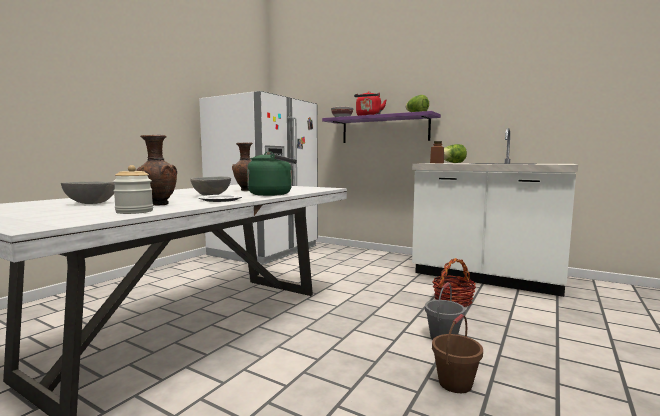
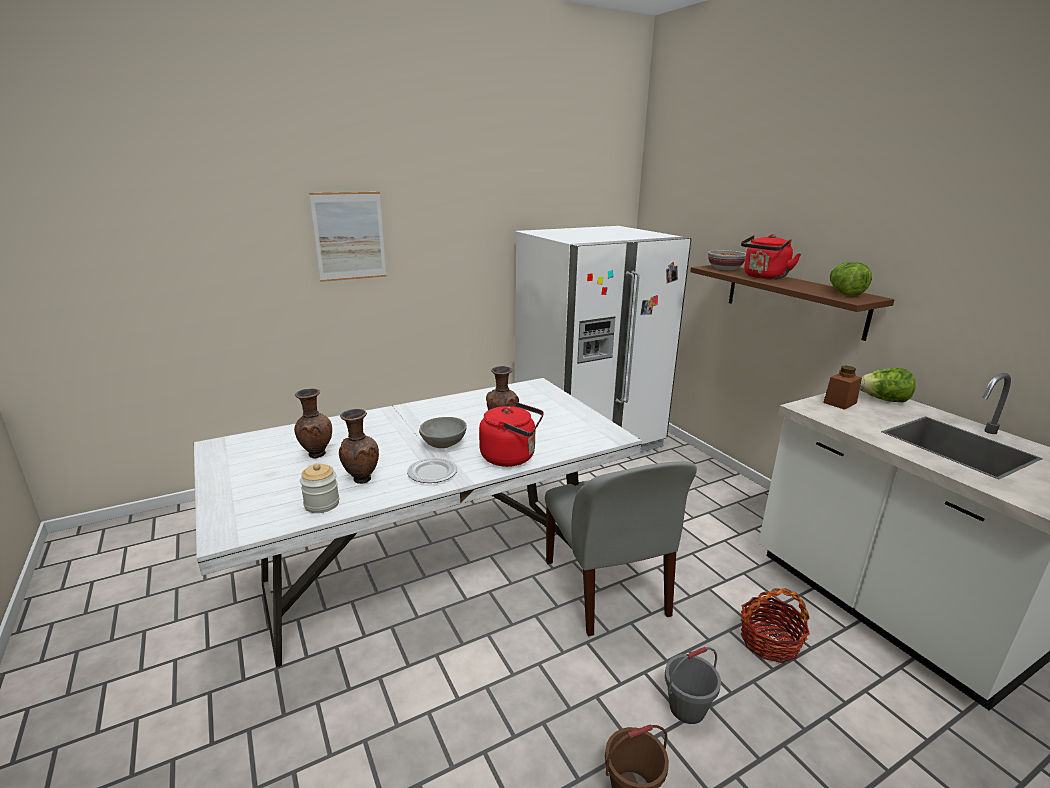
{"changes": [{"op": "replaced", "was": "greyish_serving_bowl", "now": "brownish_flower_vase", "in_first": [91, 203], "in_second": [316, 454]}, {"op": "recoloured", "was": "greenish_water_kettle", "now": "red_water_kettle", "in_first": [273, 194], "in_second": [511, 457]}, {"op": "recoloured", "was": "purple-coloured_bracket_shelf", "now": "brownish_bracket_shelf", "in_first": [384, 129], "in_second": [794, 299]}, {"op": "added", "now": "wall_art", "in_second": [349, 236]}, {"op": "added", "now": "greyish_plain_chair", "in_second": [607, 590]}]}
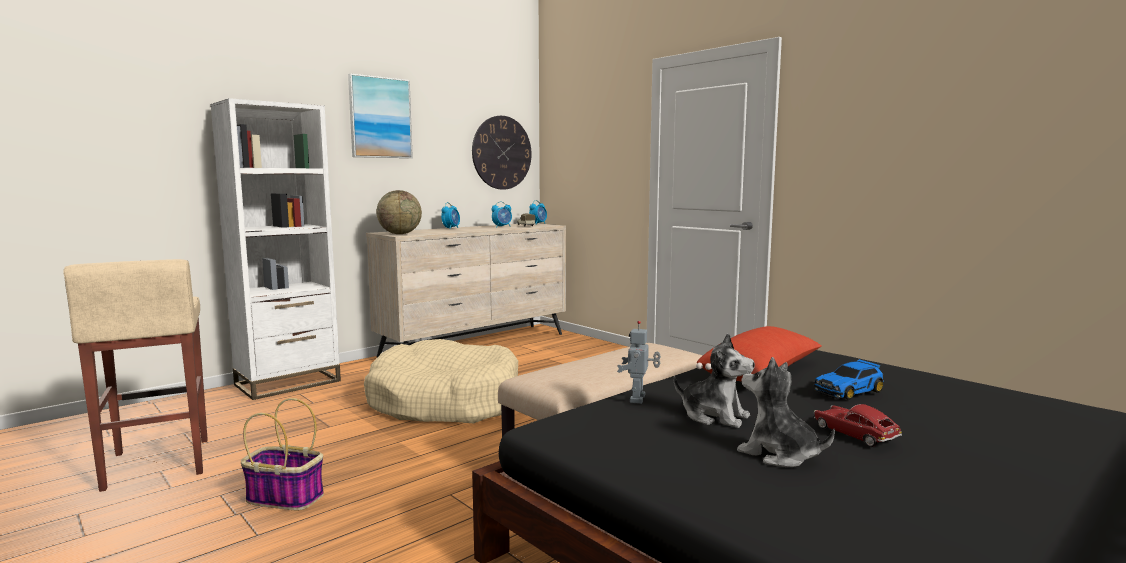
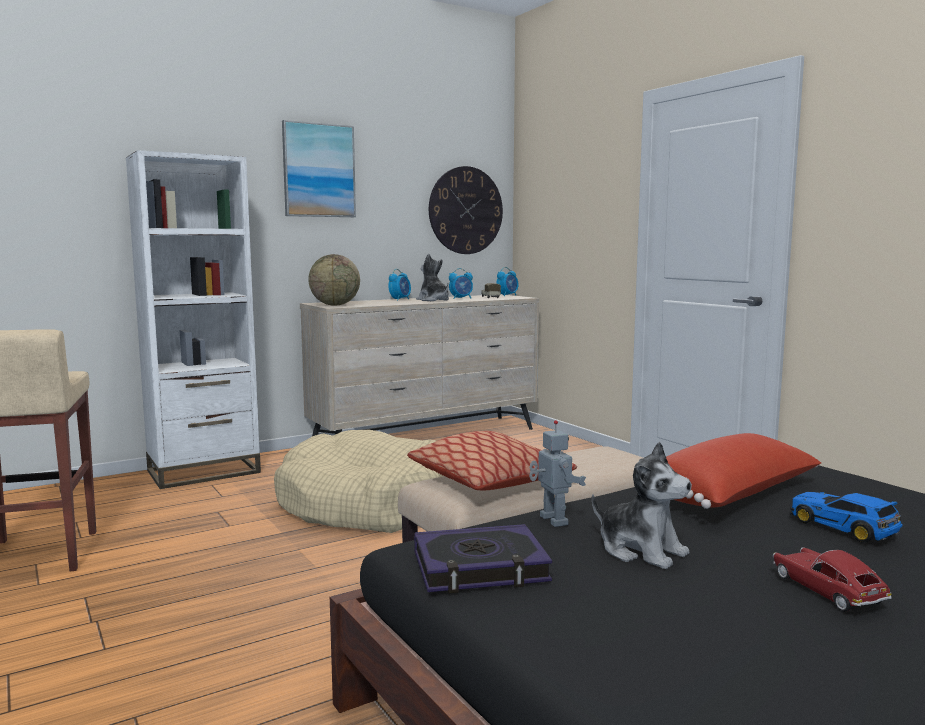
{"changes": [{"op": "removed", "was": "storage_basket", "in_first": [283, 498]}, {"op": "turned", "was": "robot_figure", "in_first": [639, 399], "in_second": [552, 520], "clockwise": 135}, {"op": "moved", "was": "cuddly_toy", "in_first": [778, 454], "in_second": [433, 300]}, {"op": "turned", "was": "toy_car", "in_first": [849, 391], "in_second": [844, 527], "clockwise": 75}, {"op": "added", "now": "cushion", "in_second": [490, 481]}, {"op": "added", "now": "bound_book", "in_second": [480, 568]}]}
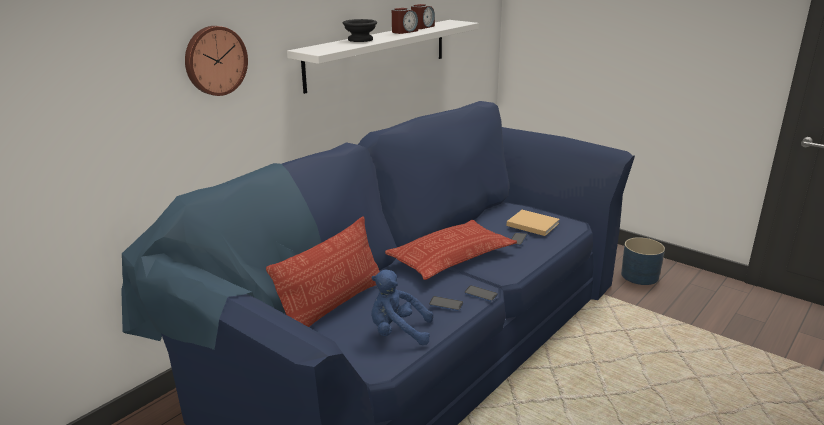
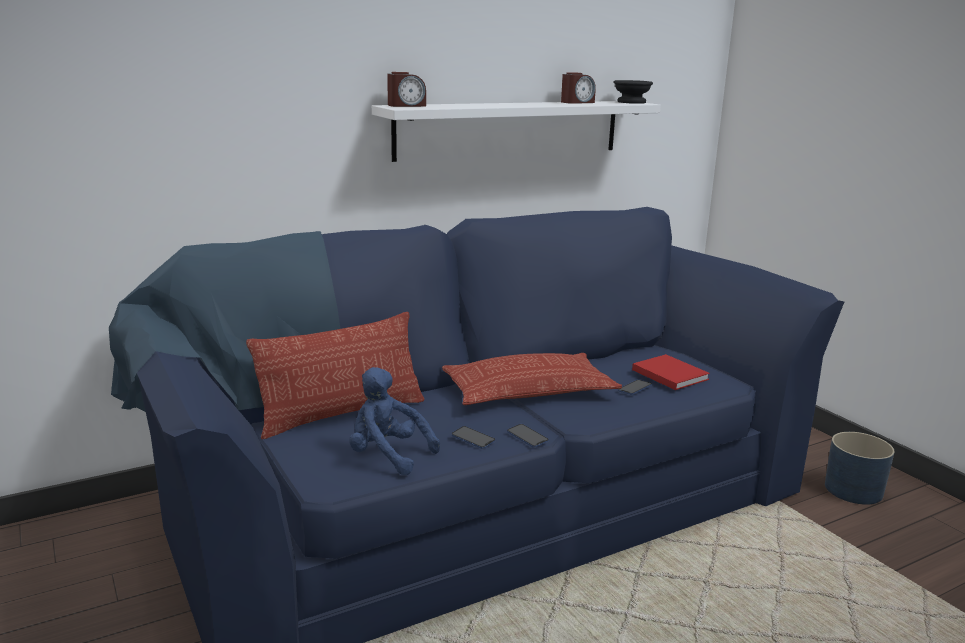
{"changes": [{"op": "removed", "was": "hanging_clock", "in_first": [214, 60]}, {"op": "moved", "was": "blackish_serving_bowl", "in_first": [359, 40], "in_second": [630, 102]}, {"op": "moved", "was": "bedside_clock", "in_first": [404, 31], "in_second": [406, 105]}, {"op": "recoloured", "was": "sand-coloured_bound_book", "now": "red_bound_book", "in_first": [531, 224], "in_second": [668, 374]}]}
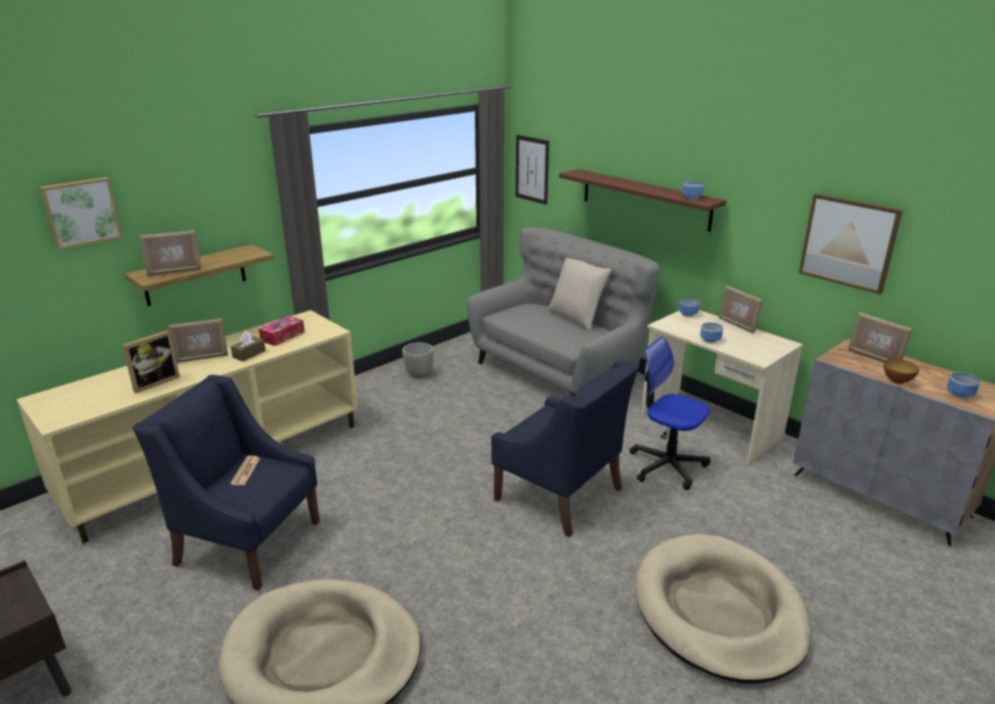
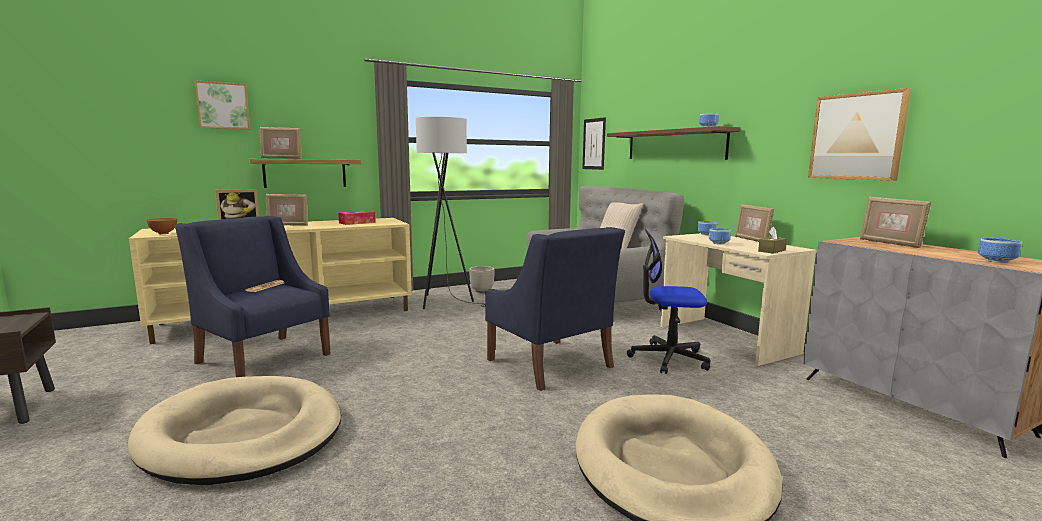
{"changes": [{"op": "moved", "was": "brownish_box_of_tissues", "in_first": [249, 354], "in_second": [772, 251]}, {"op": "turned", "was": "desk_chair", "in_first": [667, 465], "in_second": [668, 358], "clockwise": -45}, {"op": "moved", "was": "serving_bowl", "in_first": [897, 381], "in_second": [163, 233]}, {"op": "added", "now": "greyish_floor_lamp", "in_second": [446, 302]}]}
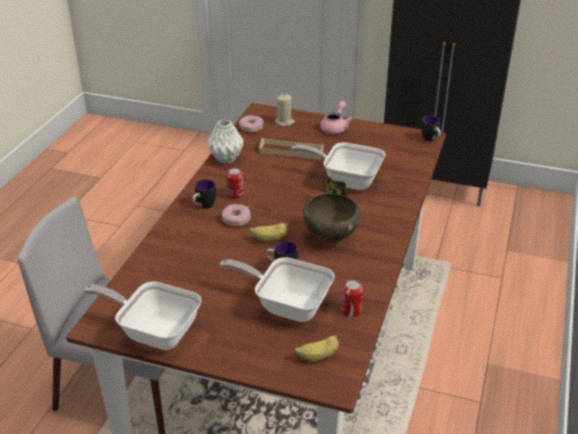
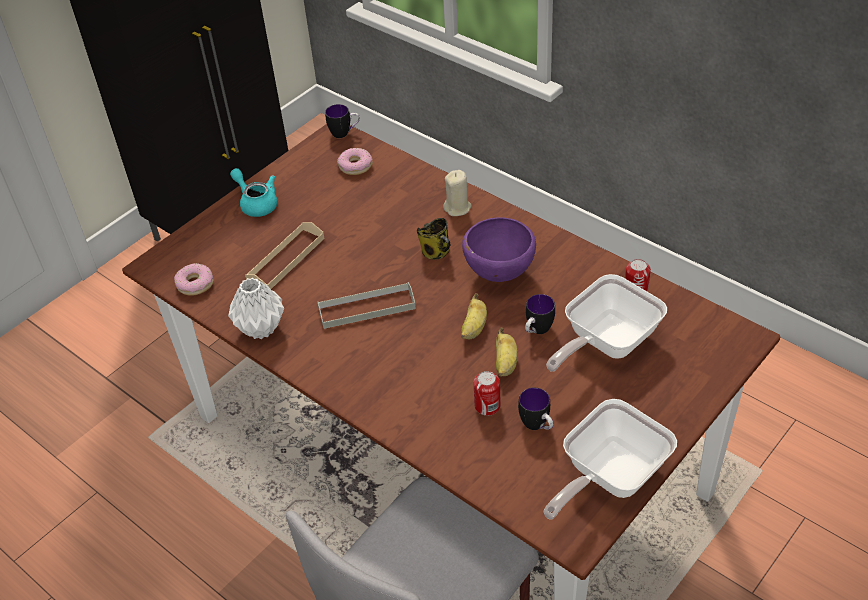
{"changes": [{"op": "moved", "was": "mug", "in_first": [203, 207], "in_second": [537, 426]}, {"op": "moved", "was": "doughnut", "in_first": [236, 219], "in_second": [355, 166]}, {"op": "moved", "was": "sealed_can", "in_first": [235, 195], "in_second": [487, 406]}, {"op": "moved", "was": "sand-coloured_wax_candle", "in_first": [284, 122], "in_second": [457, 208]}, {"op": "removed", "was": "frying_pan", "in_first": [346, 180]}, {"op": "moved", "was": "banana", "in_first": [318, 357], "in_second": [505, 364]}, {"op": "recoloured", "was": "brownish_serving_bowl", "now": "purple-coloured_serving_bowl", "in_first": [330, 238], "in_second": [498, 275]}, {"op": "recoloured", "was": "pink_tea_pot", "now": "turquoise_tea_pot", "in_first": [335, 127], "in_second": [256, 203]}, {"op": "added", "now": "greyish_serving_tray", "in_second": [367, 308]}]}
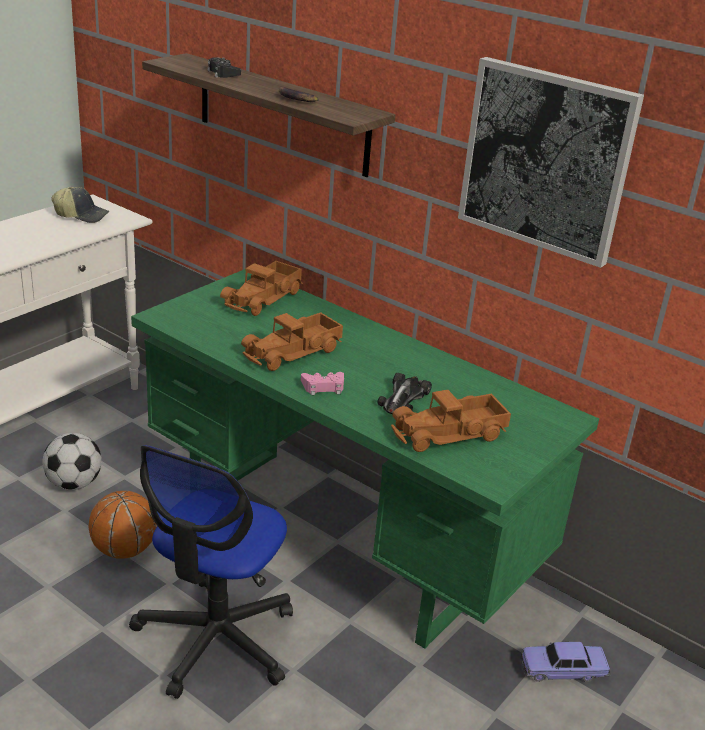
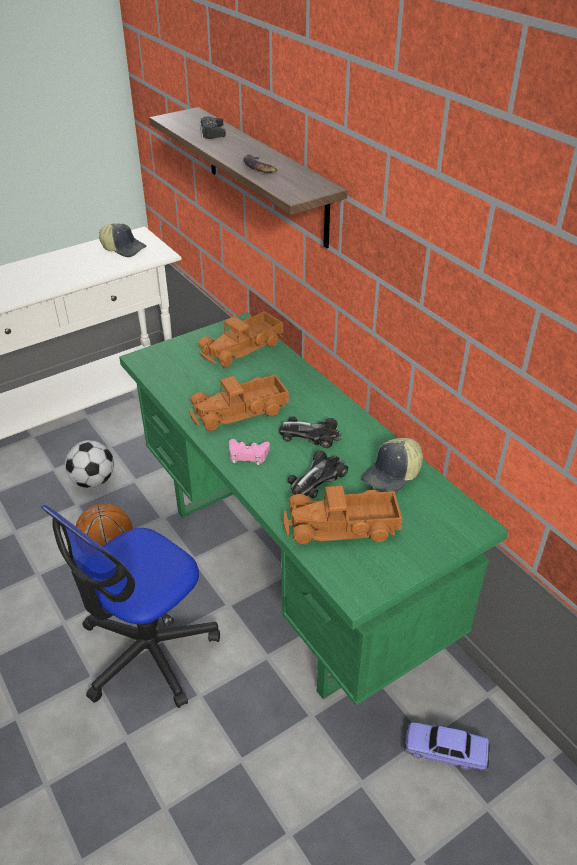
{"changes": [{"op": "removed", "was": "wall_art", "in_first": [546, 160]}, {"op": "added", "now": "toy_car", "in_second": [310, 435]}, {"op": "added", "now": "peaked_cap", "in_second": [393, 475]}]}
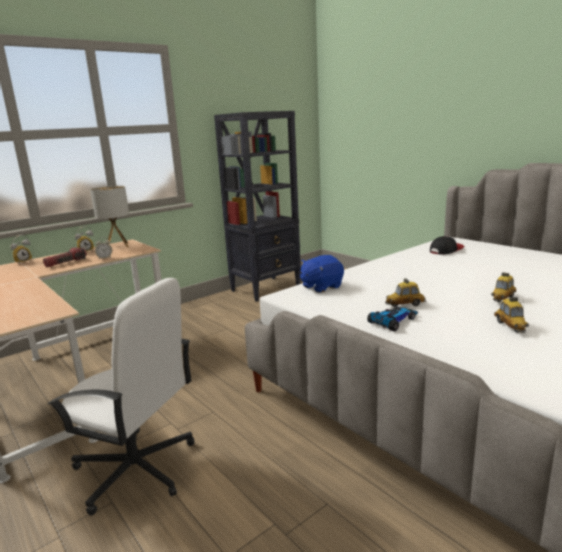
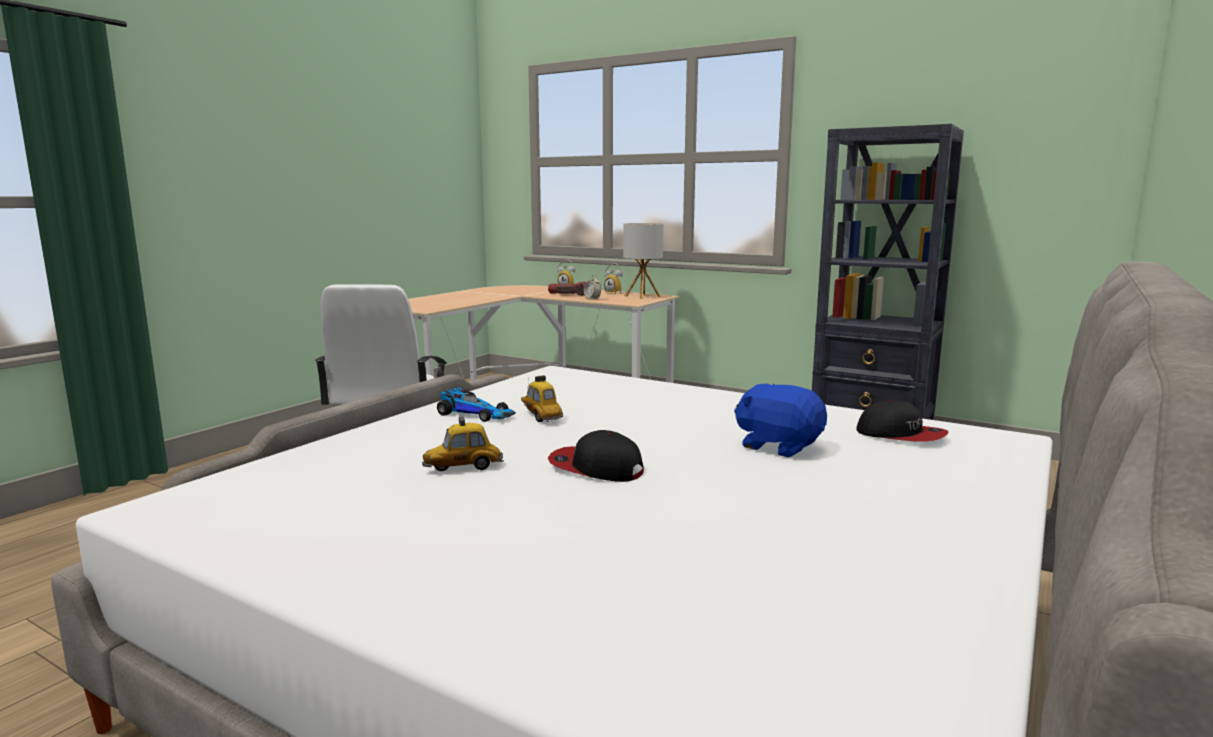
{"changes": [{"op": "moved", "was": "blue-coloured_cuddly_toy", "in_first": [321, 287], "in_second": [779, 446]}, {"op": "replaced", "was": "toy_car", "now": "peaked_cap", "in_first": [502, 298], "in_second": [595, 468]}]}
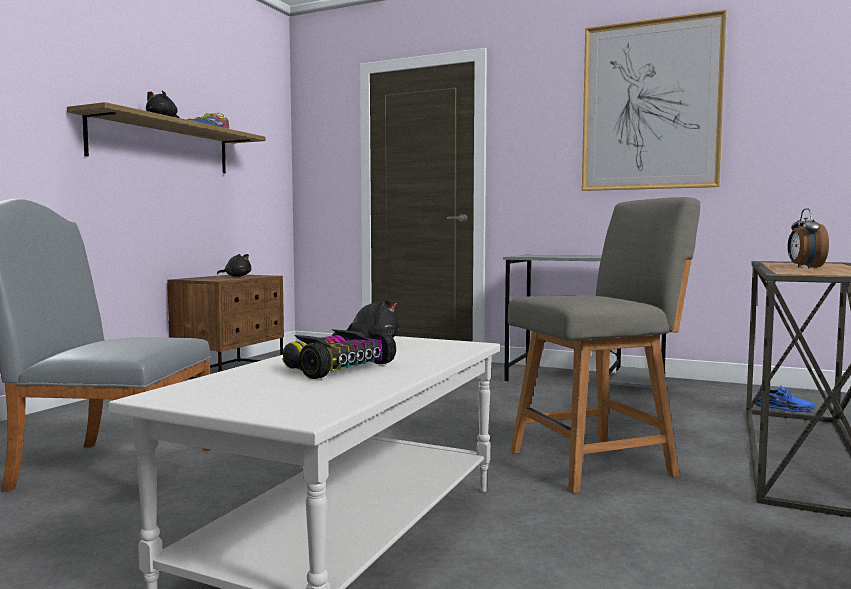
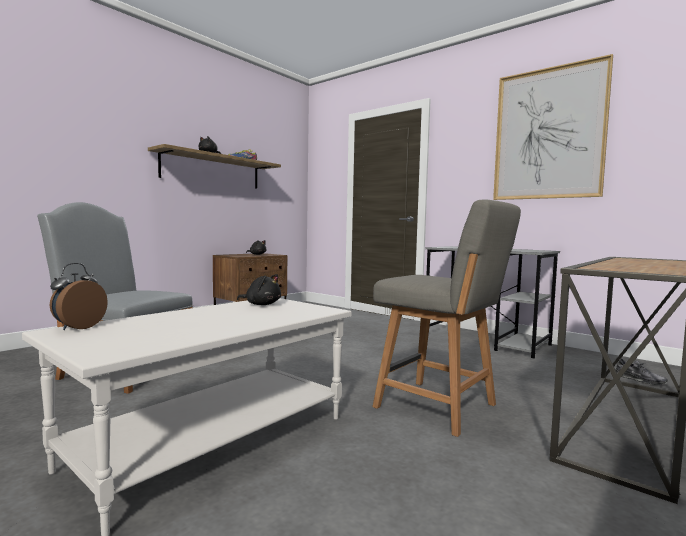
{"changes": [{"op": "removed", "was": "toy_car", "in_first": [337, 368]}, {"op": "turned", "was": "greyish_plain_chair", "in_first": [595, 463], "in_second": [439, 407], "clockwise": 45}, {"op": "recoloured", "was": "blue-coloured_low_shoe", "now": "greyish_low_shoe", "in_first": [783, 408], "in_second": [639, 379]}, {"op": "moved", "was": "bedside_clock", "in_first": [805, 267], "in_second": [77, 327]}]}
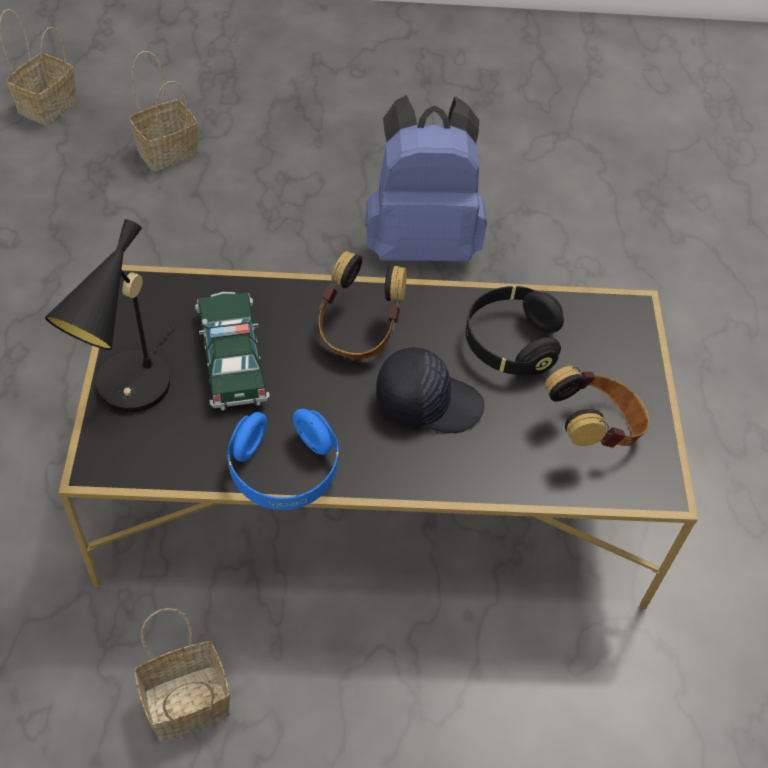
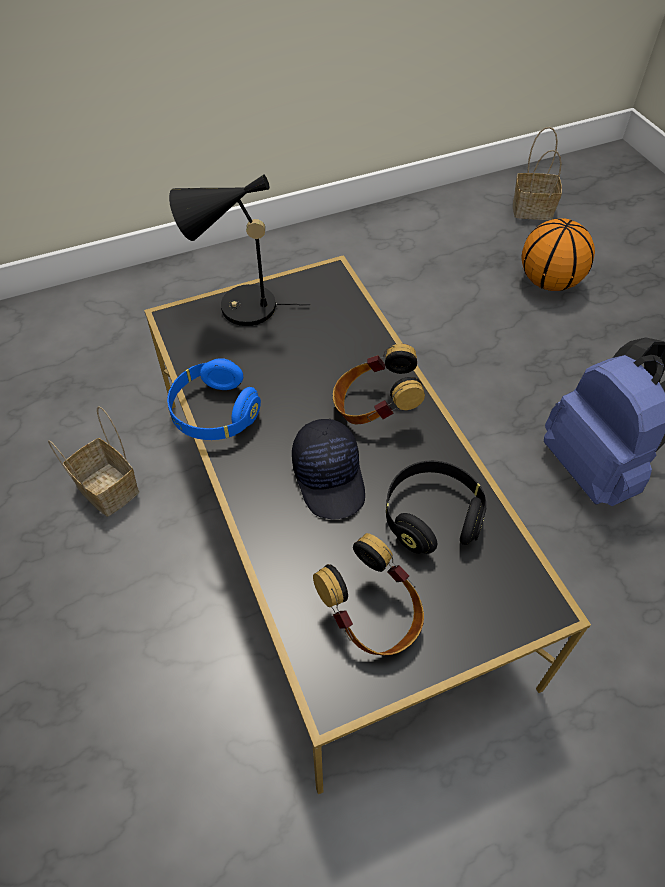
{"changes": [{"op": "replaced", "was": "storage_basket", "now": "ball_for_basketball", "in_first": [169, 150], "in_second": [550, 282]}, {"op": "removed", "was": "toy_car", "in_first": [232, 358]}]}
